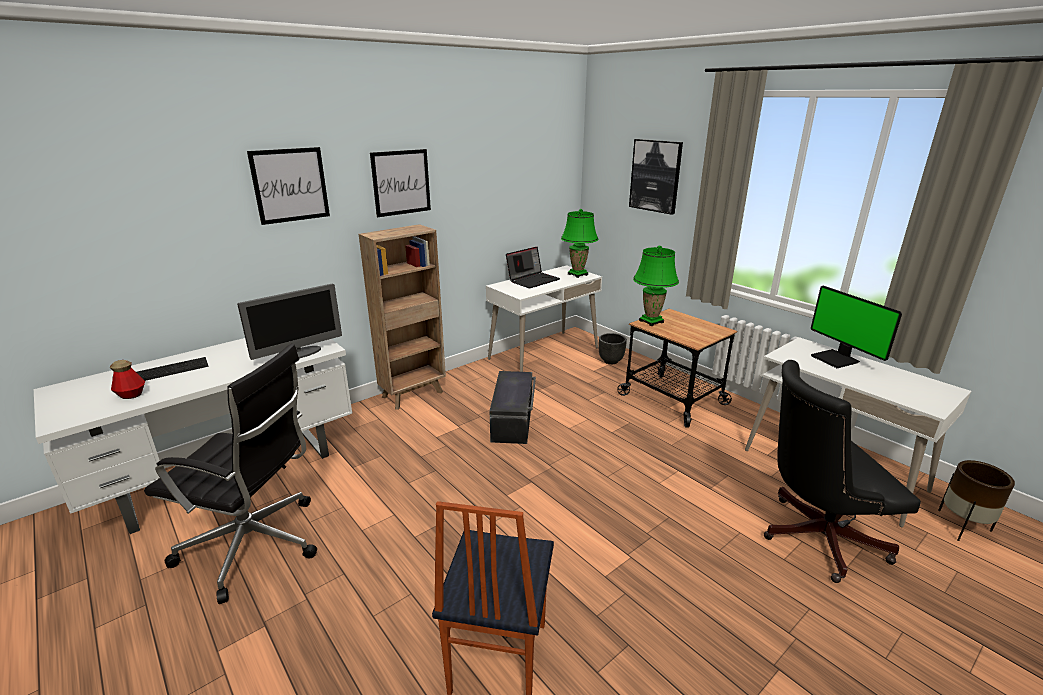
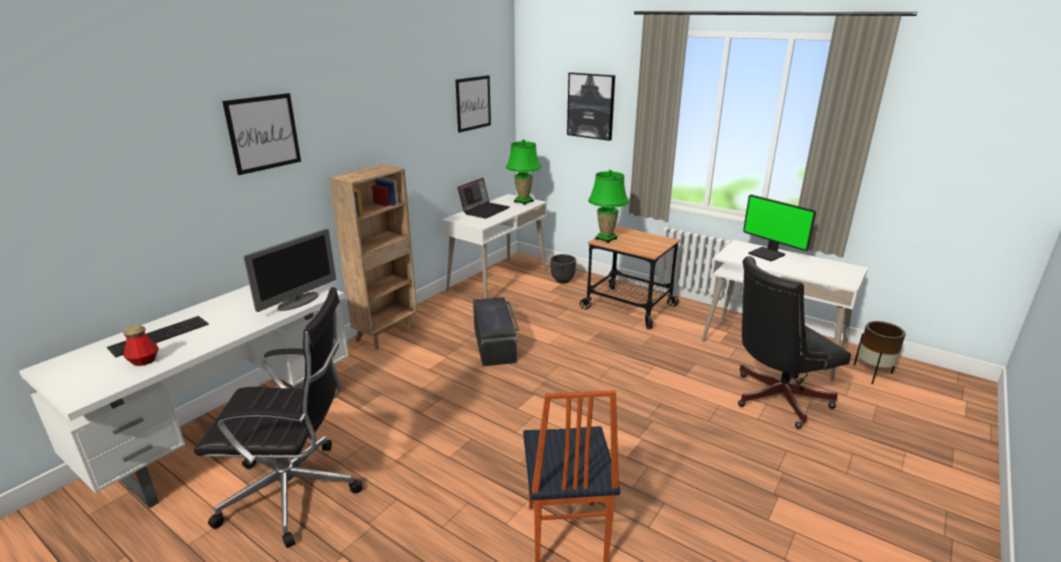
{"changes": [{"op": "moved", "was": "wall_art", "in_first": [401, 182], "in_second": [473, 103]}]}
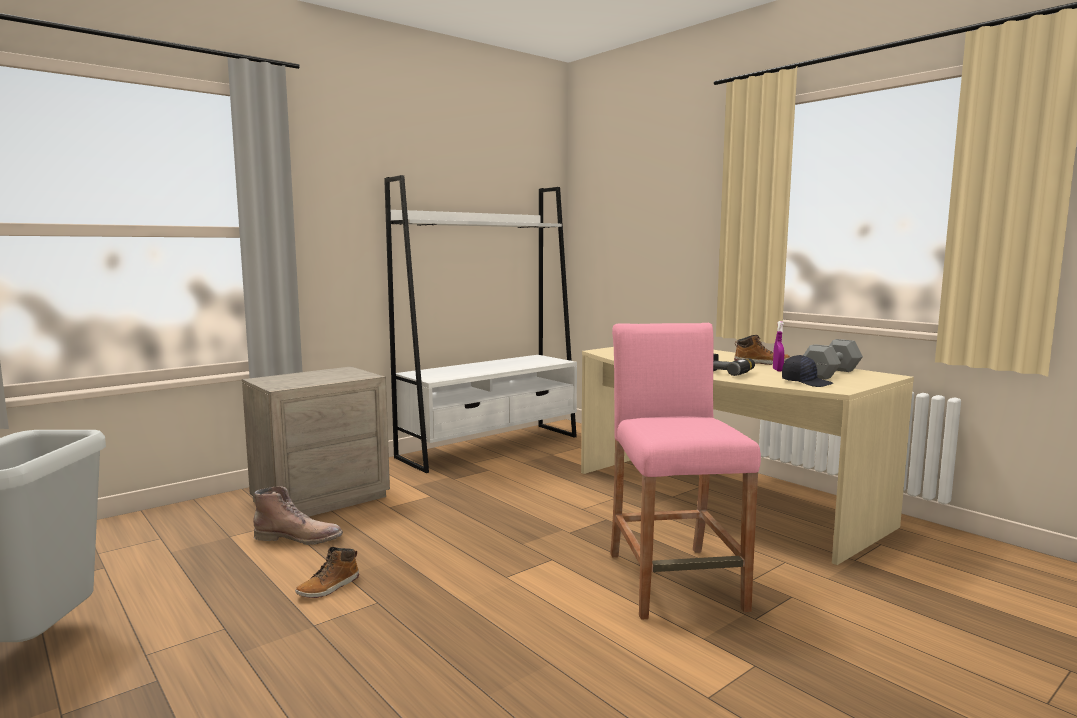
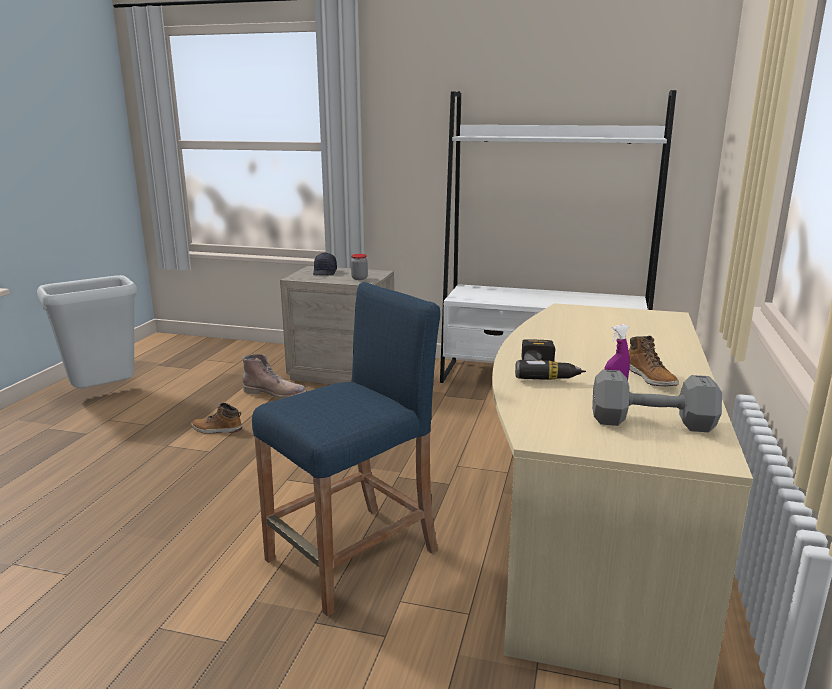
{"changes": [{"op": "turned", "was": "brownish_high-top_boot", "in_first": [299, 538], "in_second": [276, 393], "clockwise": -45}, {"op": "recoloured", "was": "pink_sitting_stool", "now": "blue-coloured_sitting_stool", "in_first": [674, 581], "in_second": [353, 556]}, {"op": "moved", "was": "blackish_peaked_cap", "in_first": [806, 382], "in_second": [325, 272]}, {"op": "added", "now": "preserve_jar", "in_second": [359, 278]}]}
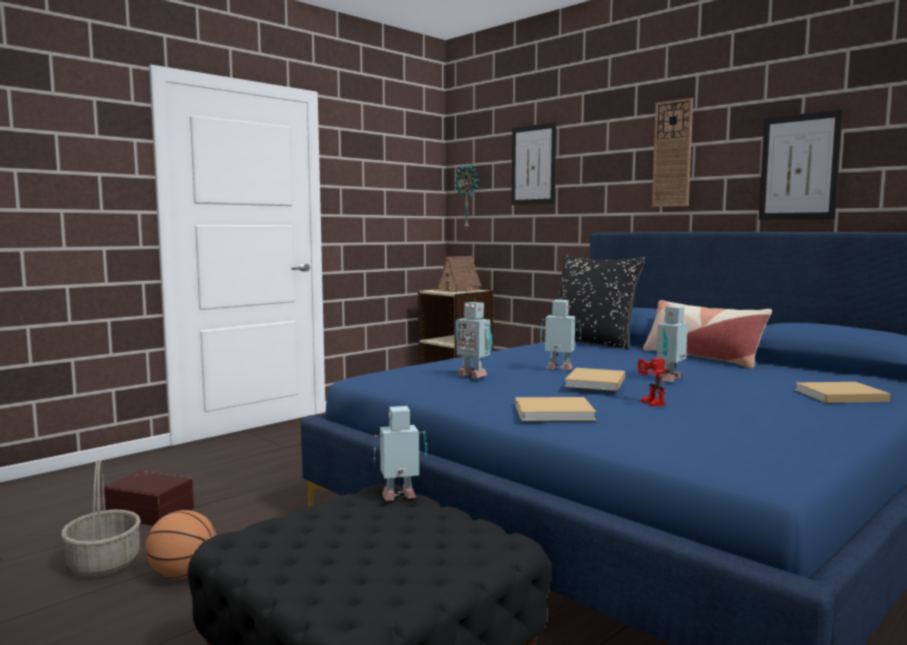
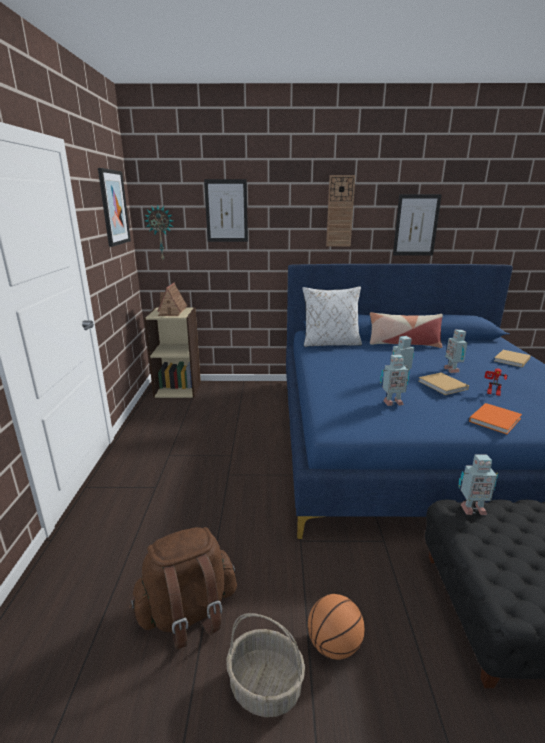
{"changes": [{"op": "replaced", "was": "brownish_storage_bin", "now": "brownish_knapsack", "in_first": [151, 512], "in_second": [188, 613]}, {"op": "turned", "was": "robot_figure", "in_first": [400, 497], "in_second": [471, 509], "clockwise": -120}, {"op": "recoloured", "was": "sand-coloured_bound_book", "now": "orangey_bound_book", "in_first": [556, 412], "in_second": [495, 419]}, {"op": "recoloured", "was": "blackish_cushion", "now": "whitish_cushion", "in_first": [592, 343], "in_second": [331, 343]}, {"op": "added", "now": "wall_art", "in_second": [114, 207]}]}
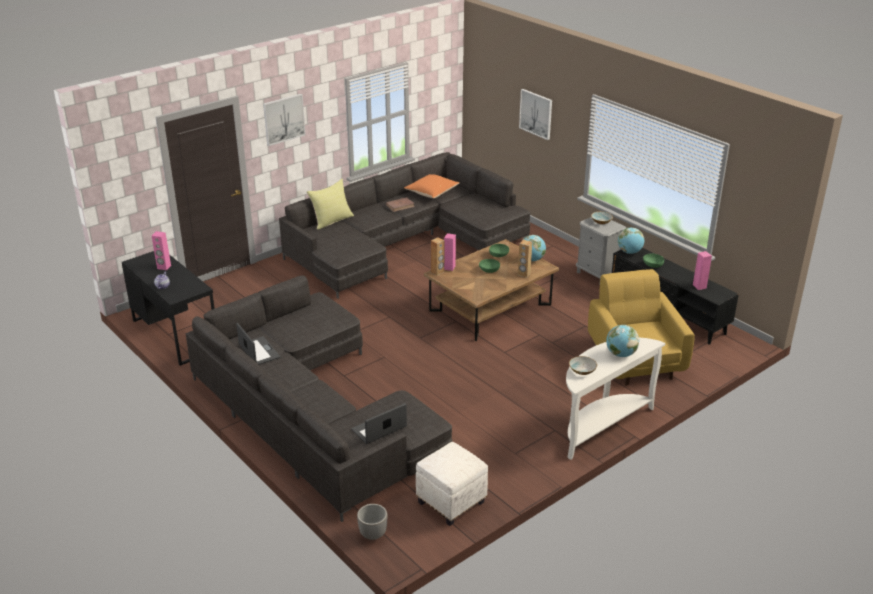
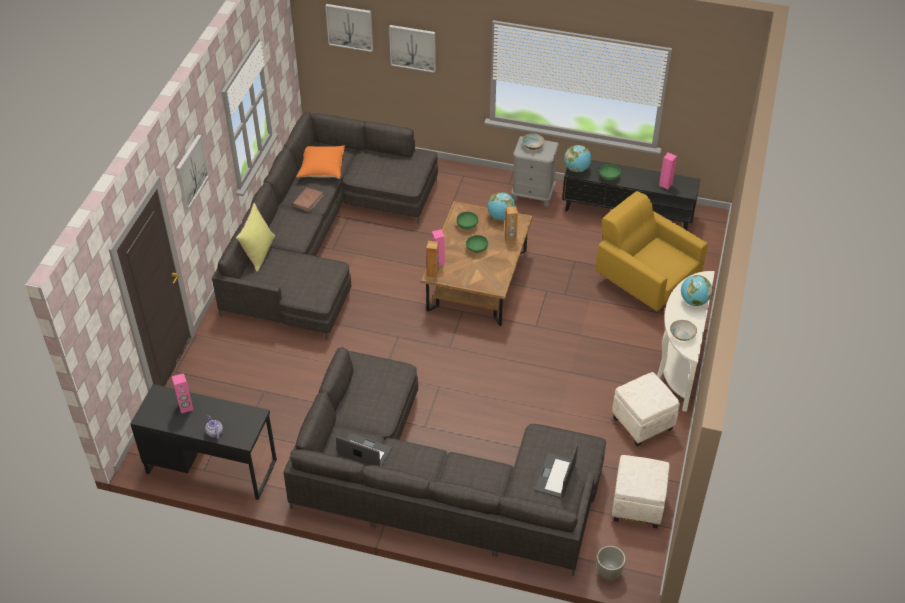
{"changes": [{"op": "added", "now": "wall_art", "in_second": [350, 27]}, {"op": "added", "now": "whitish_footrest", "in_second": [642, 424]}]}
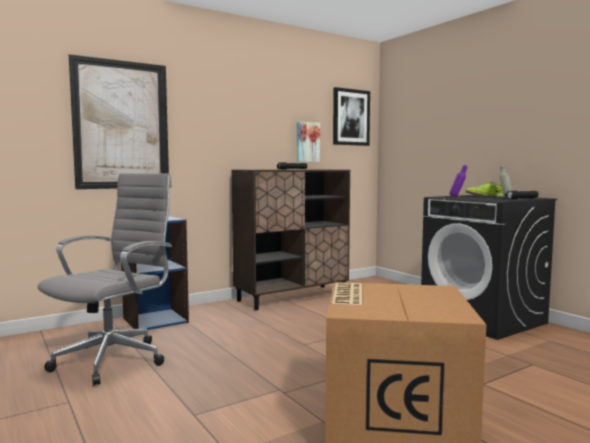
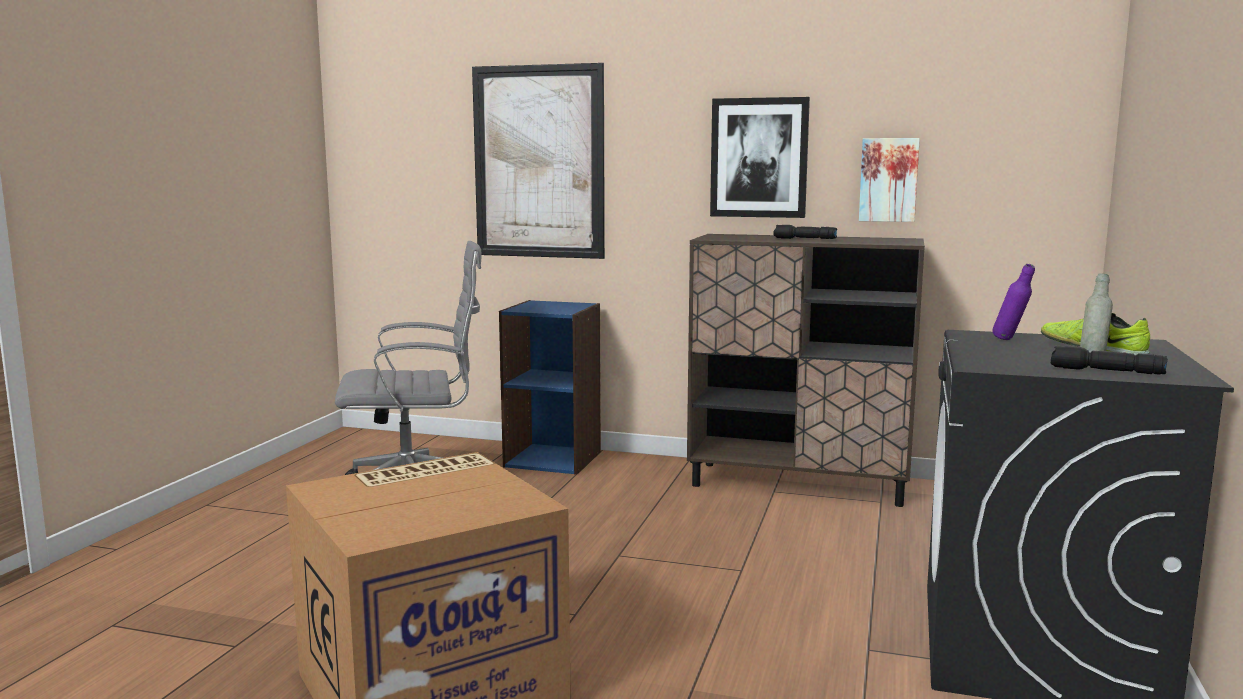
{"changes": [{"op": "moved", "was": "wall_art", "in_first": [350, 117], "in_second": [759, 158]}]}
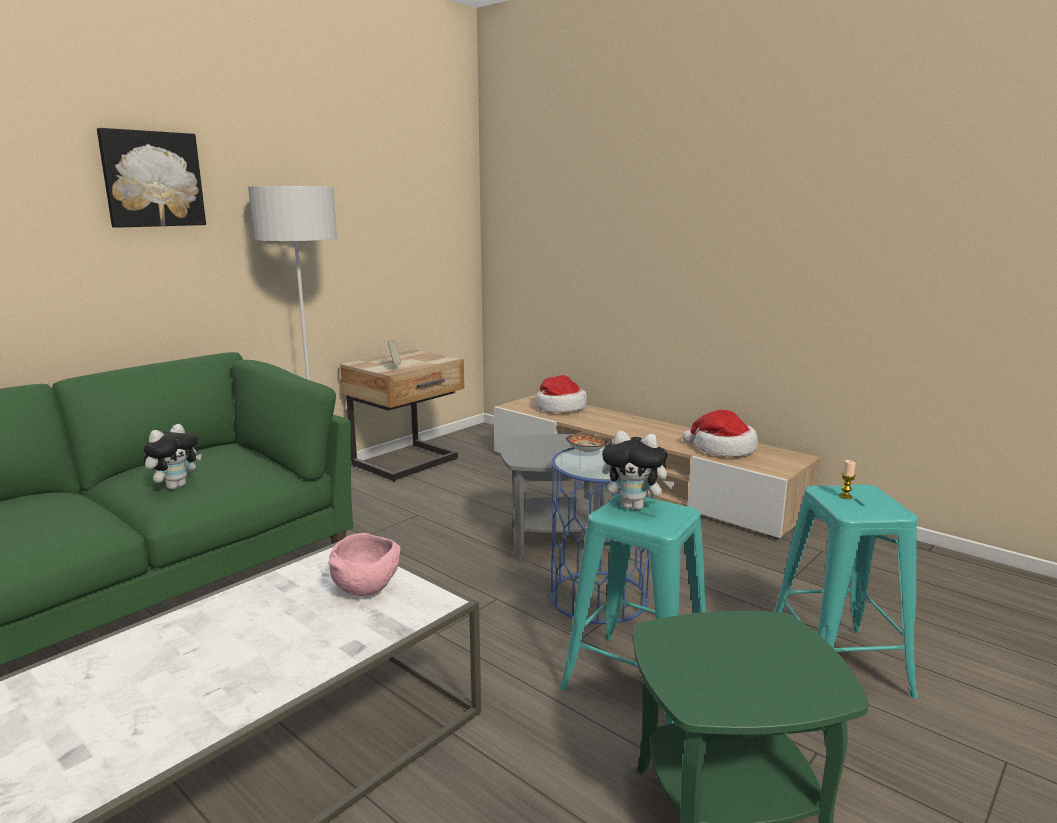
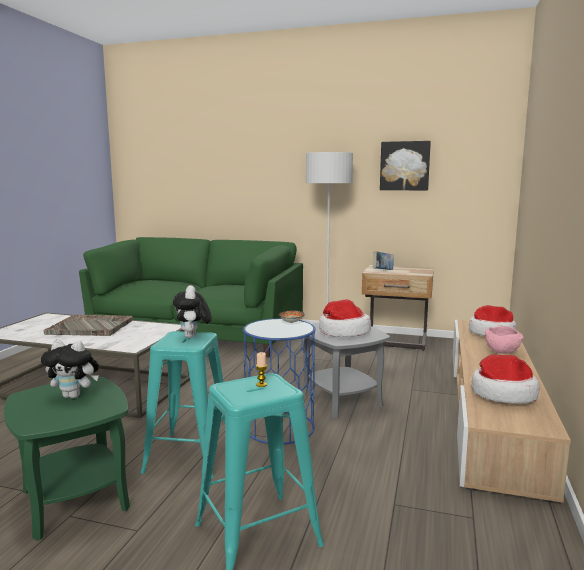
{"changes": [{"op": "moved", "was": "wall_art", "in_first": [152, 179], "in_second": [404, 166]}, {"op": "moved", "was": "cuddly_toy", "in_first": [176, 486], "in_second": [74, 396]}, {"op": "moved", "was": "pink_serving_bowl", "in_first": [366, 589], "in_second": [502, 352]}, {"op": "added", "now": "greyish_serving_tray", "in_second": [91, 327]}, {"op": "added", "now": "hat", "in_second": [343, 332]}]}
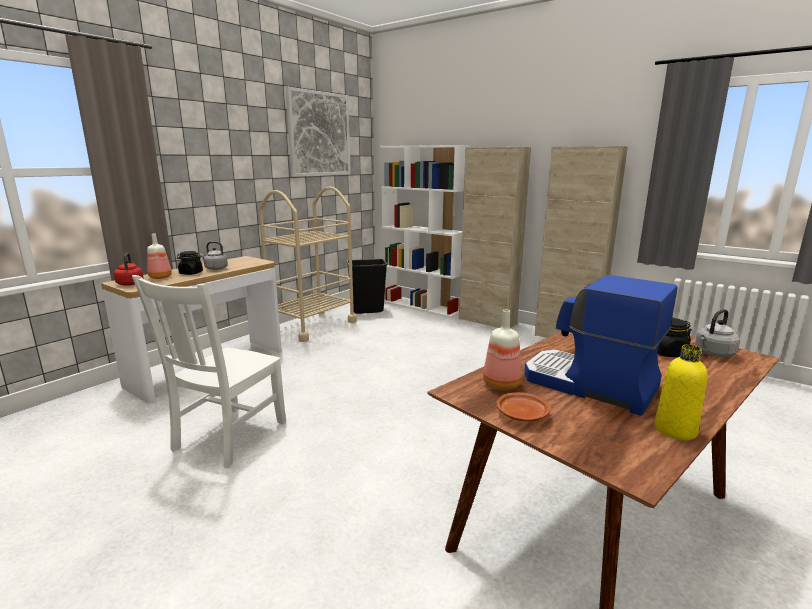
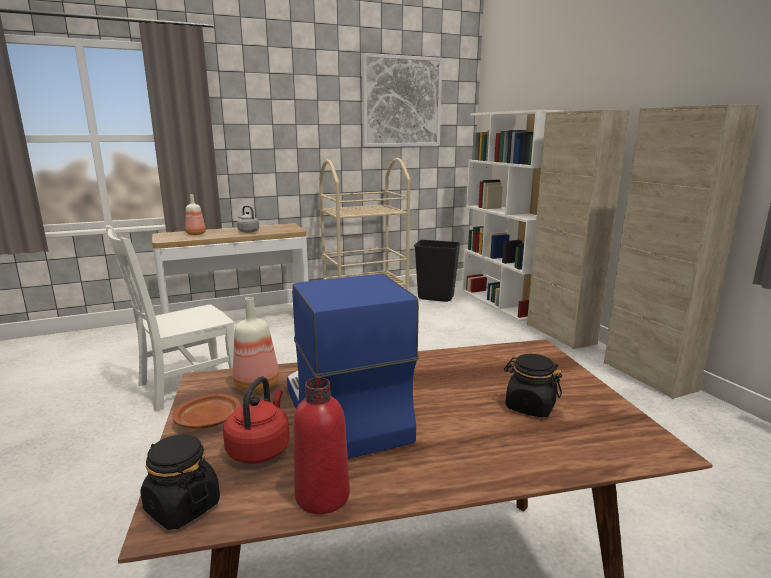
{"changes": [{"op": "moved", "was": "red_water_kettle", "in_first": [130, 283], "in_second": [260, 449]}, {"op": "moved", "was": "blackish_preserve_jar", "in_first": [191, 273], "in_second": [182, 507]}, {"op": "recoloured", "was": "yellow_bottle", "now": "red_bottle", "in_first": [675, 430], "in_second": [322, 496]}, {"op": "removed", "was": "greyish_water_kettle", "in_first": [713, 353]}]}
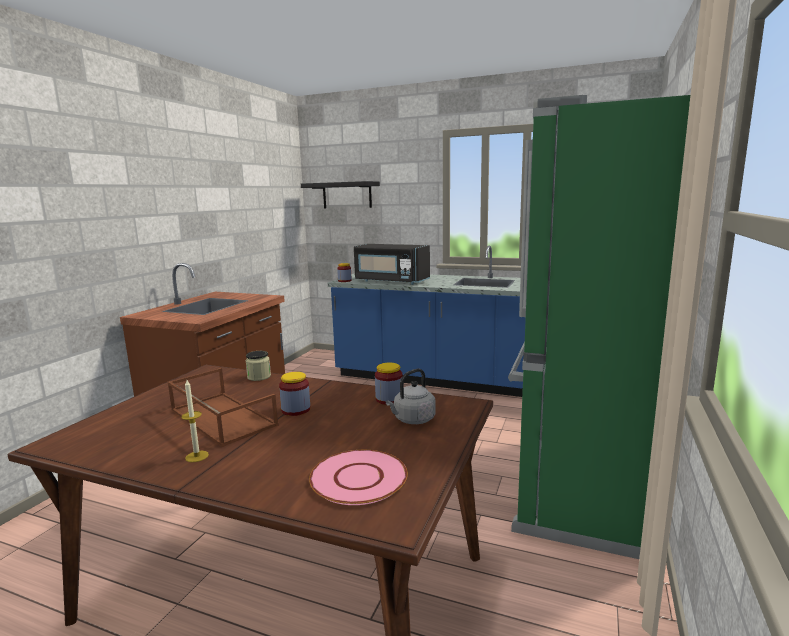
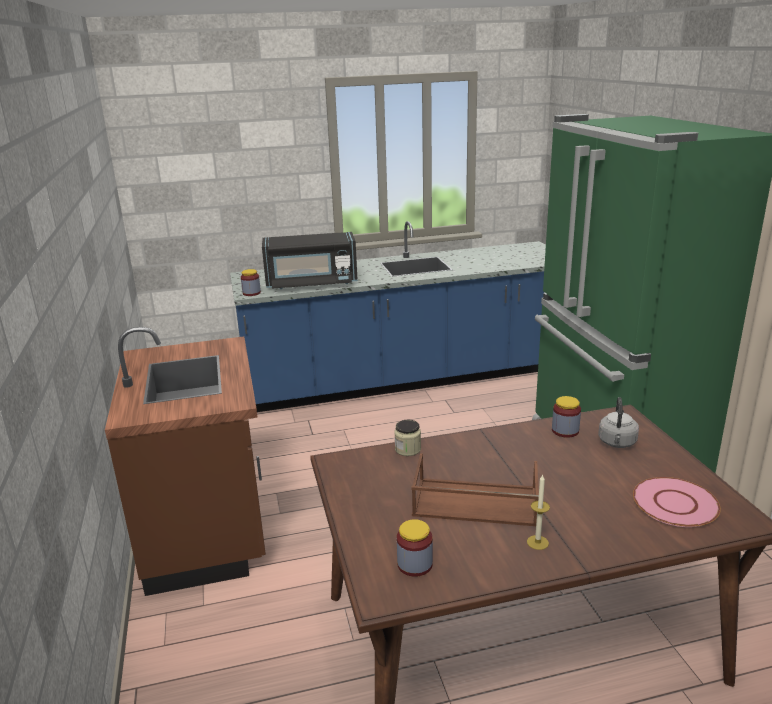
{"changes": [{"op": "moved", "was": "preserve_jar", "in_first": [296, 410], "in_second": [415, 564]}, {"op": "removed", "was": "blackish_bracket_shelf", "in_first": [347, 195]}]}
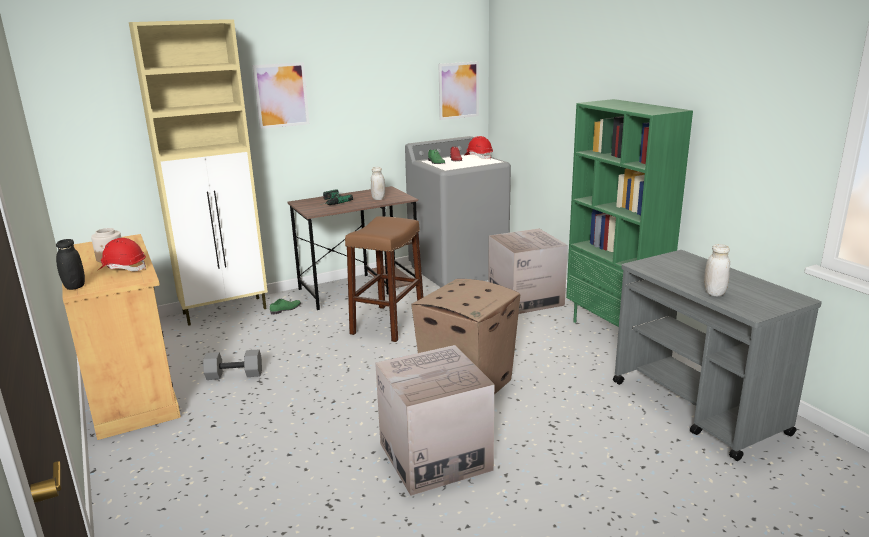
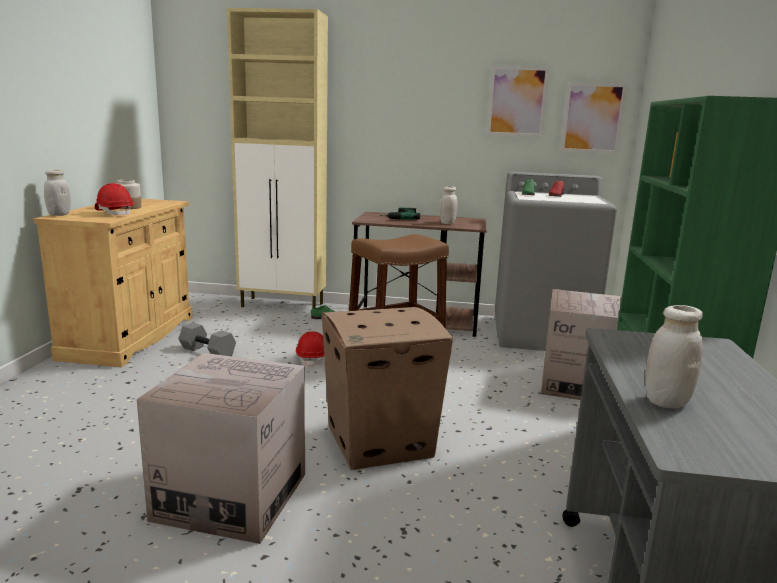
{"changes": [{"op": "recoloured", "was": "blackish_preserve_jar", "now": "whitish_preserve_jar", "in_first": [74, 286], "in_second": [59, 214]}, {"op": "moved", "was": "wall_art", "in_first": [281, 95], "in_second": [517, 101]}, {"op": "moved", "was": "red_safety_helmet", "in_first": [478, 157], "in_second": [312, 358]}]}
